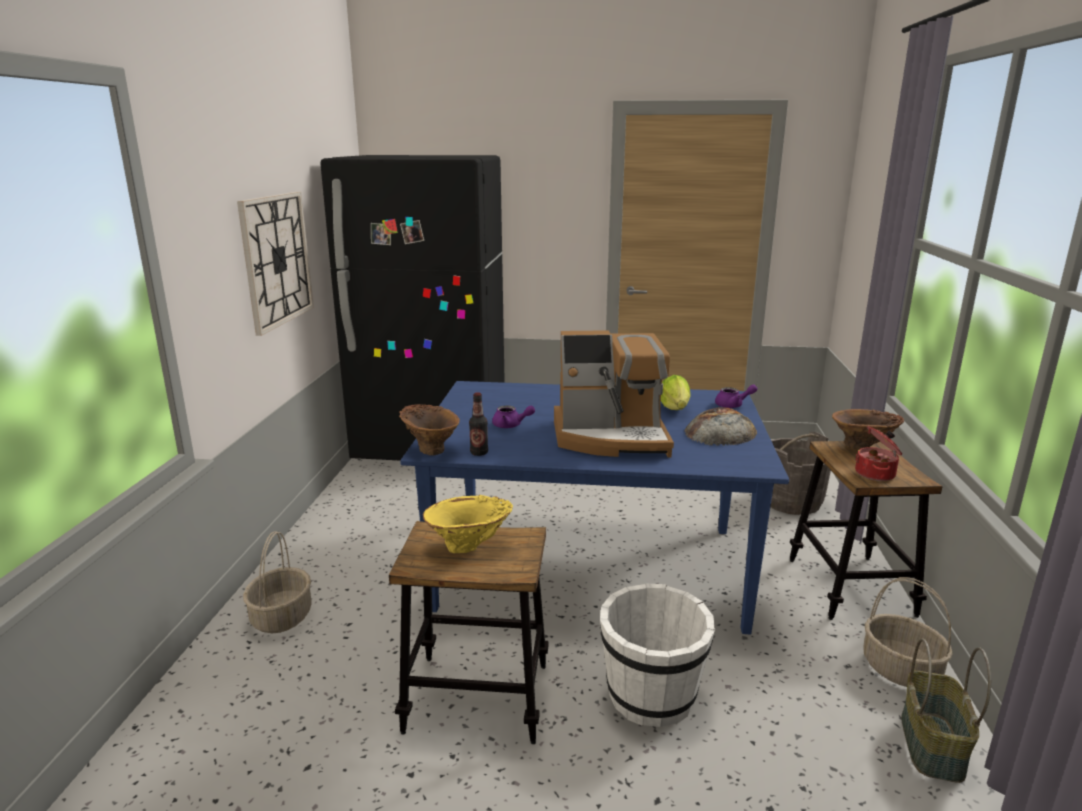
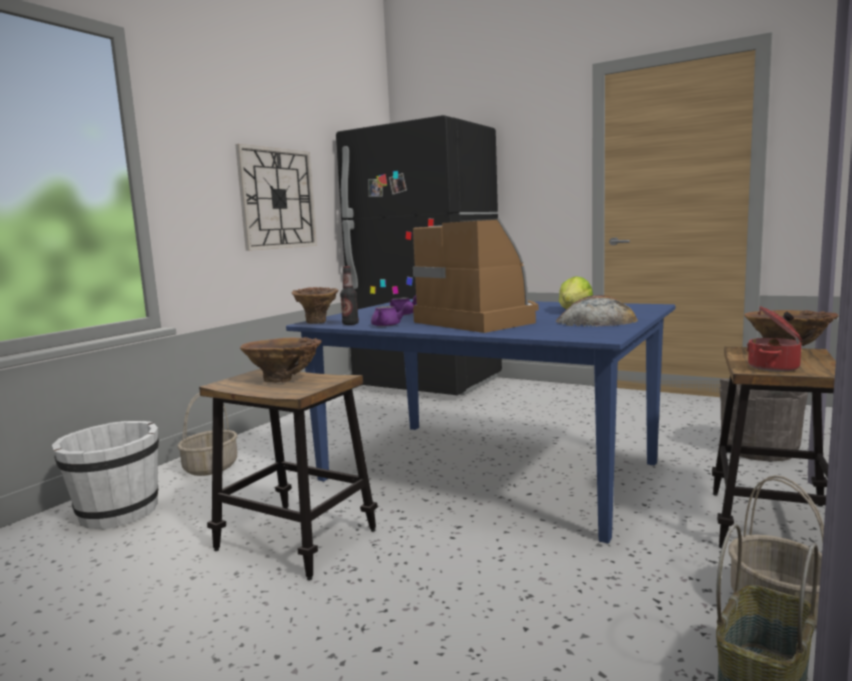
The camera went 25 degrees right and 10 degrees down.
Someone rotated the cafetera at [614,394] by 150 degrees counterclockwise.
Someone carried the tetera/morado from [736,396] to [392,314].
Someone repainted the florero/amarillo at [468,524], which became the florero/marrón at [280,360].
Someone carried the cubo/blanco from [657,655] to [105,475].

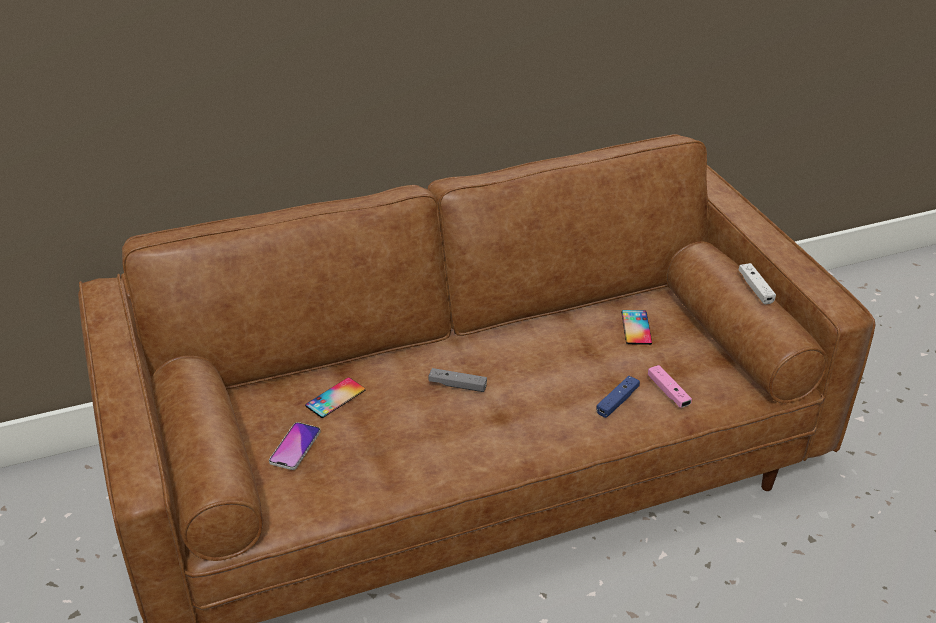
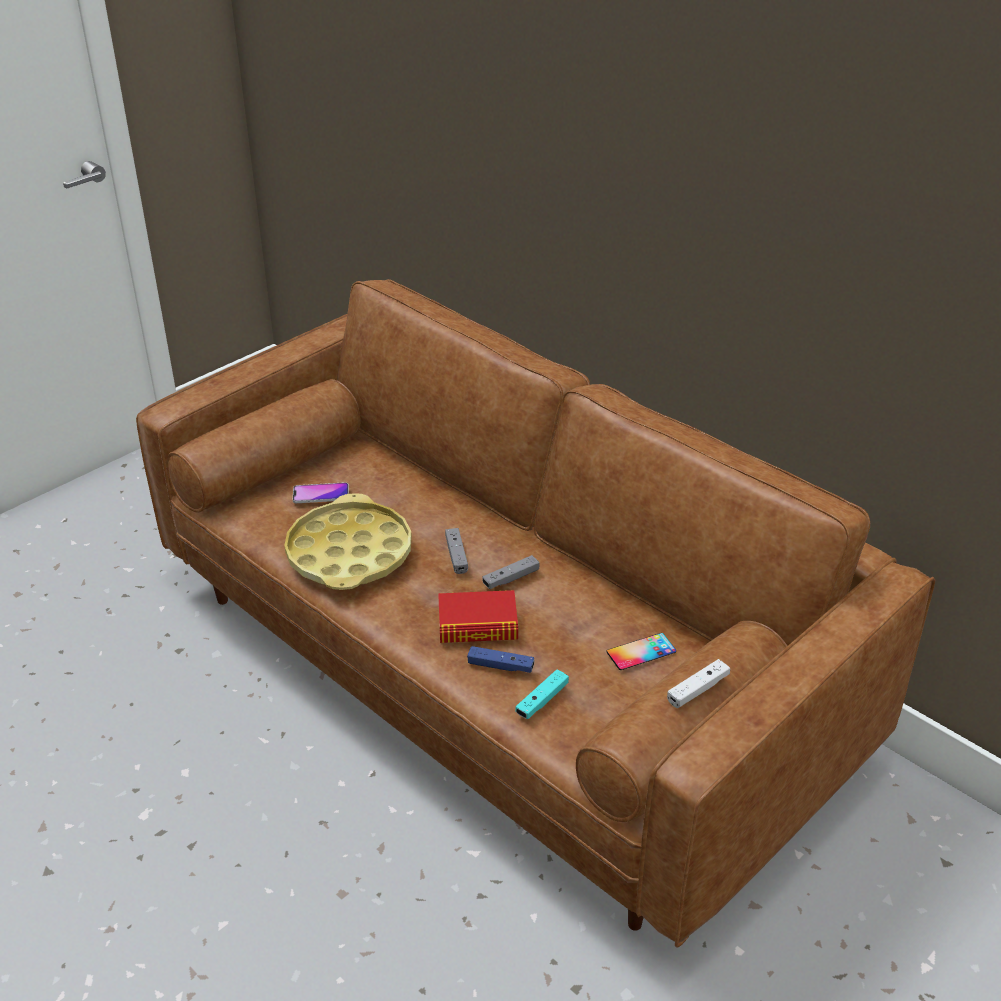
The camera went 65 degrees right and 0 degrees up.
Someone repainted the mando de consola/rosa at [670,386], which became the mando de consola/turquesa at [542,694].
Someone took away the móvil at [335,397].
Someone put down the bandeja/amarillo at [348,541].
Someone put down the mando de consola/gris at [511,572].
Someone put down the libro at [478,616].

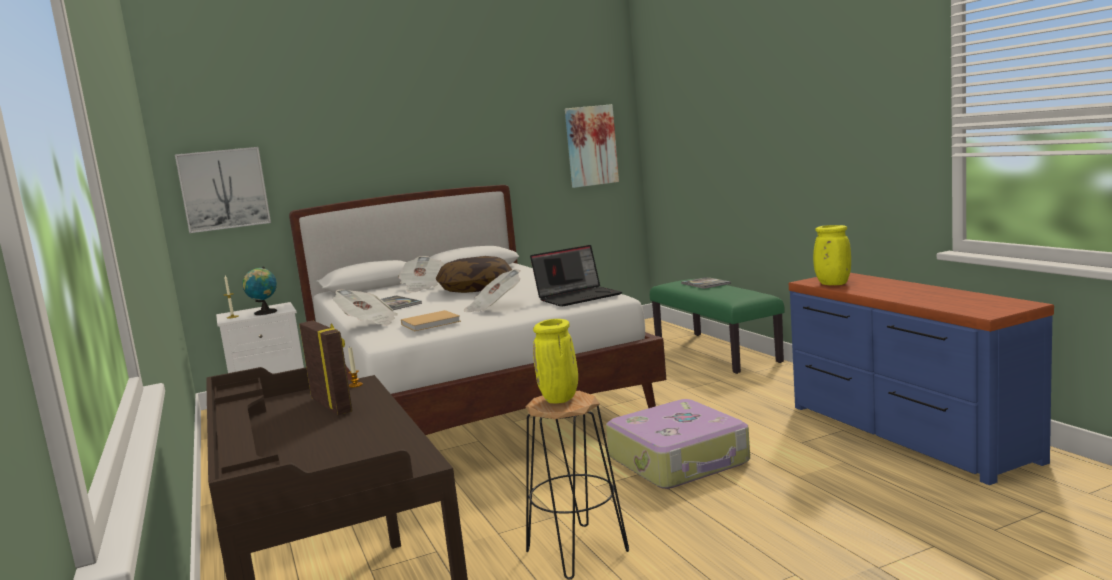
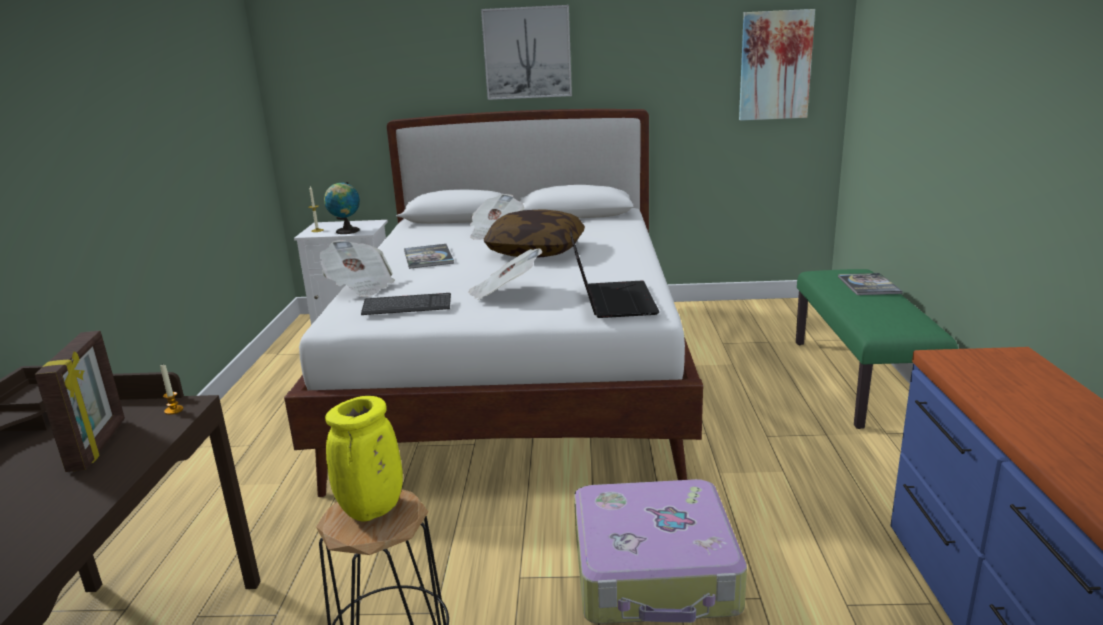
The camera went 25 degrees right and 10 degrees up.
Someone carried the cuadro from [223,190] to [526,52].
Someone took away the florero/amarillo at [832,255].
Someone rotated the portátil at [576,276] by 90 degrees counterclockwise.
Someone swapped the libro/beis at [431,320] for the teclado at [406,304].

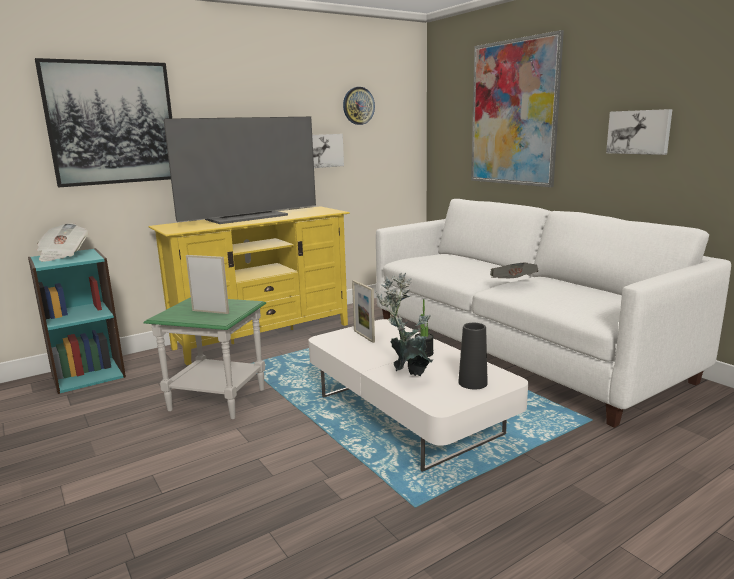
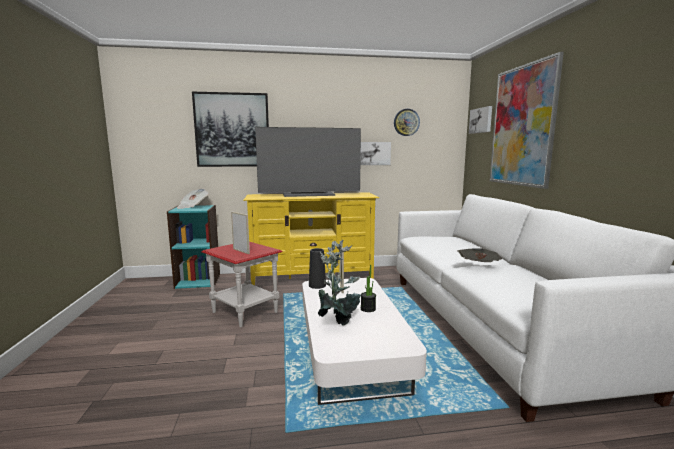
The camera went 25 degrees right and 5 degrees down.
Someone carried the cuadro from [639,132] to [480,120].
Someone repainted the mesa auxiliar/verde at [205,358], which became the mesa auxiliar/rojo at [242,284].
Someone carried the florero/negro from [473,356] to [317,268].

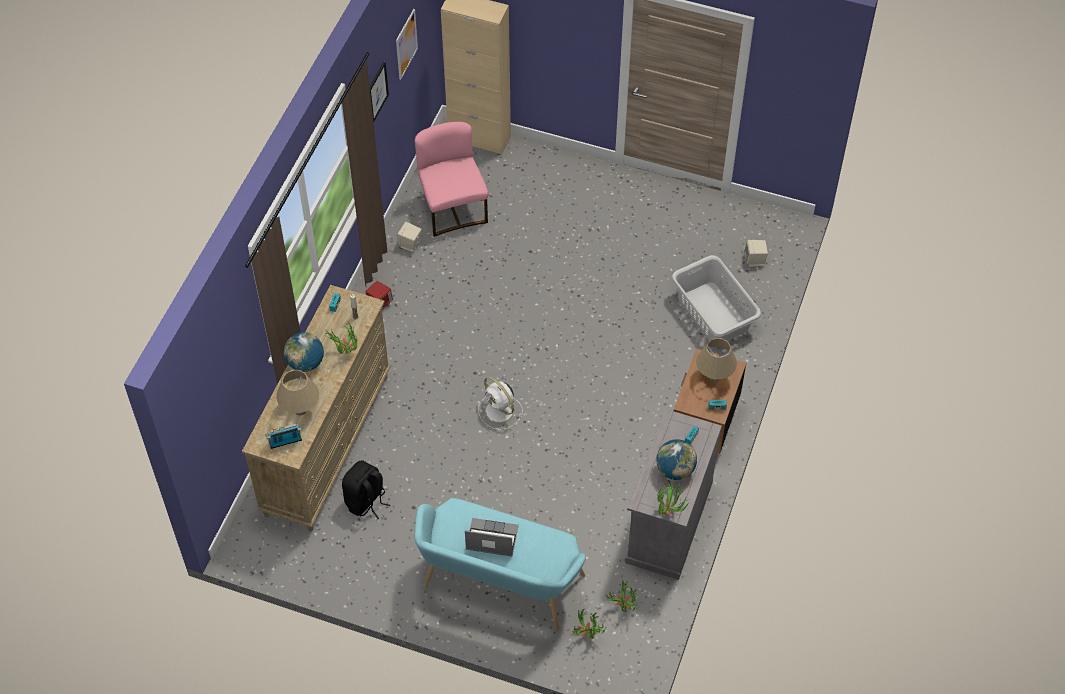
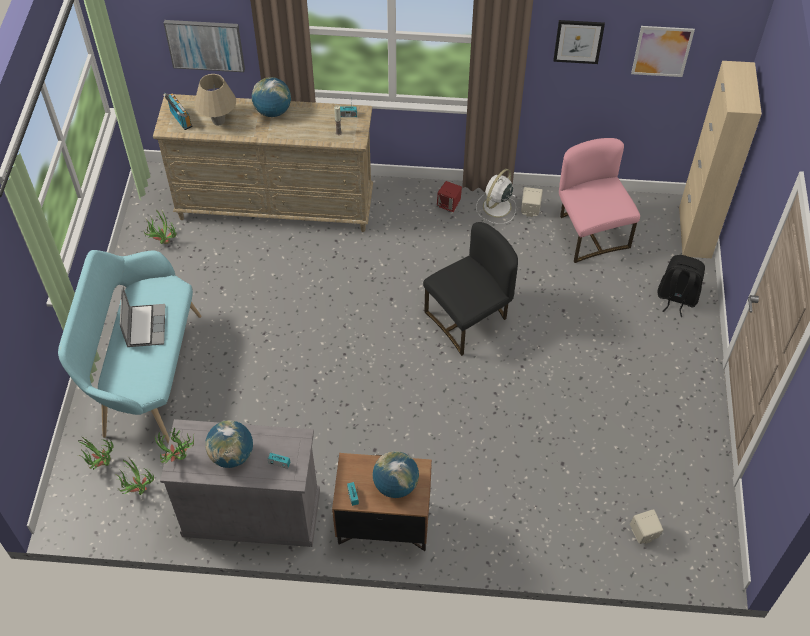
The camera went 75 degrees right and 0 degrees up.
Someone rotated the silla/rosa at [451,179] by 75 degrees counterclockwise.
Someone took away the cesto de la ropa/gris at [716,298].
Someone carried the planta en maceta from [341,339] to [159,227].
Someone swapped the lámpara de mesa/beis at [716,360] for the globo terráqueo at [396,474].
Someone carried the ventilador/blanco from [500,403] to [496,196].
Someone carried the mochila/negro from [366,489] to [681,286].
Someone put up the cuadro at [204,46].
Someone put down the silla/negro at [470,289].

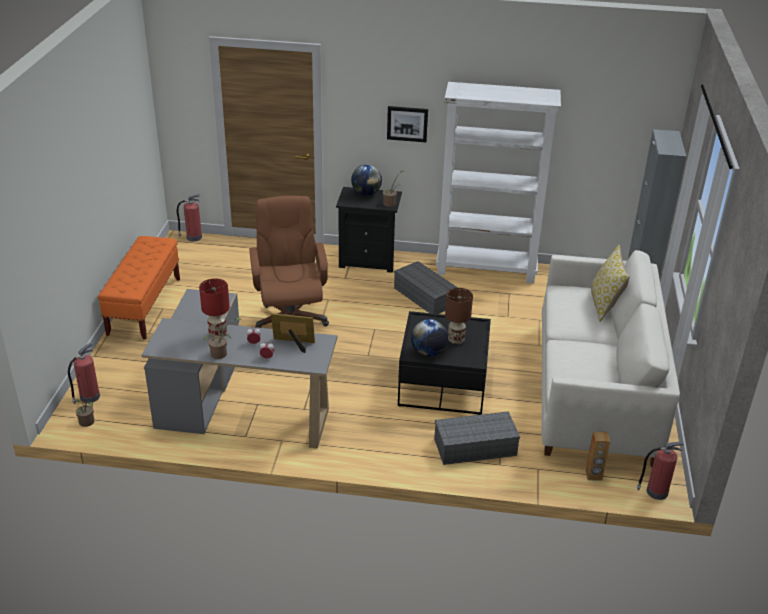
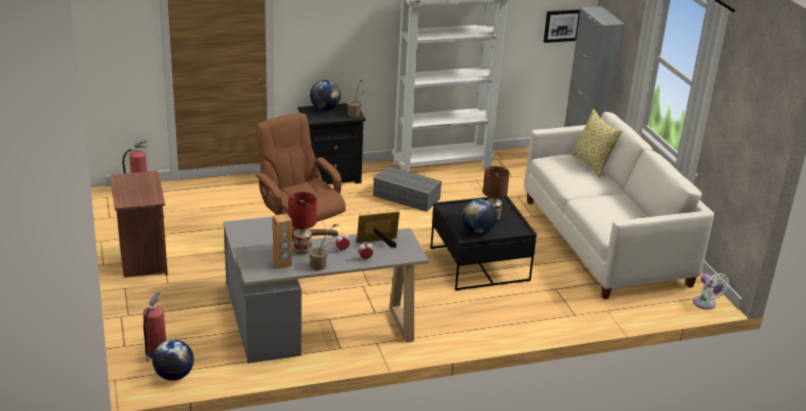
The camera went 25 degrees left and 5 degrees down.
Someone carried the cuadro from [407,124] to [561,26].
Someone swapped the banco/naranja at [139,288] for the mesita de noche/marrón at [139,224].
Someone swapped the planta en maceta at [84,413] for the globo terráqueo at [173,360].
Someone took away the caja de almacenaje/gris at [477,438].
Someone carried the altavoz/marrón from [598,456] to [282,241].
Someone swapped the extintor at [660,470] for the ventilador/blanco at [711,291].

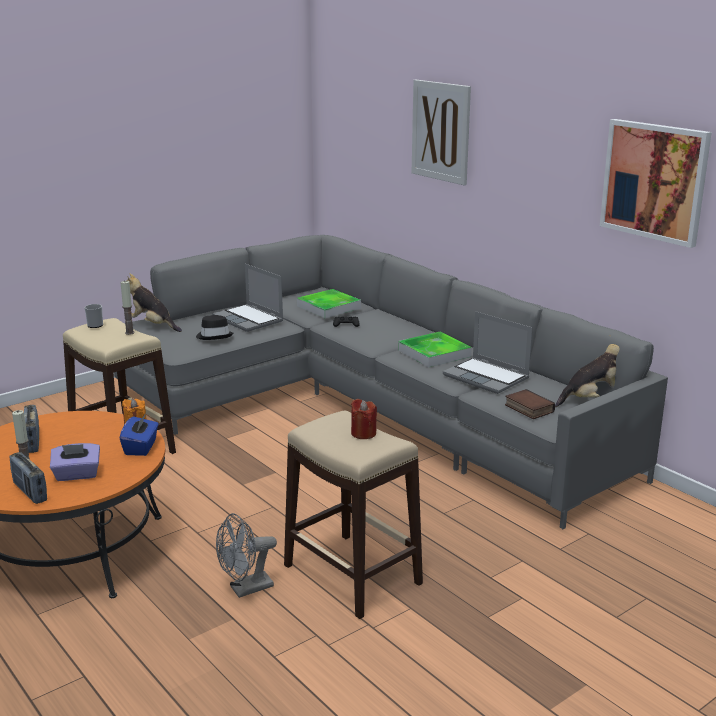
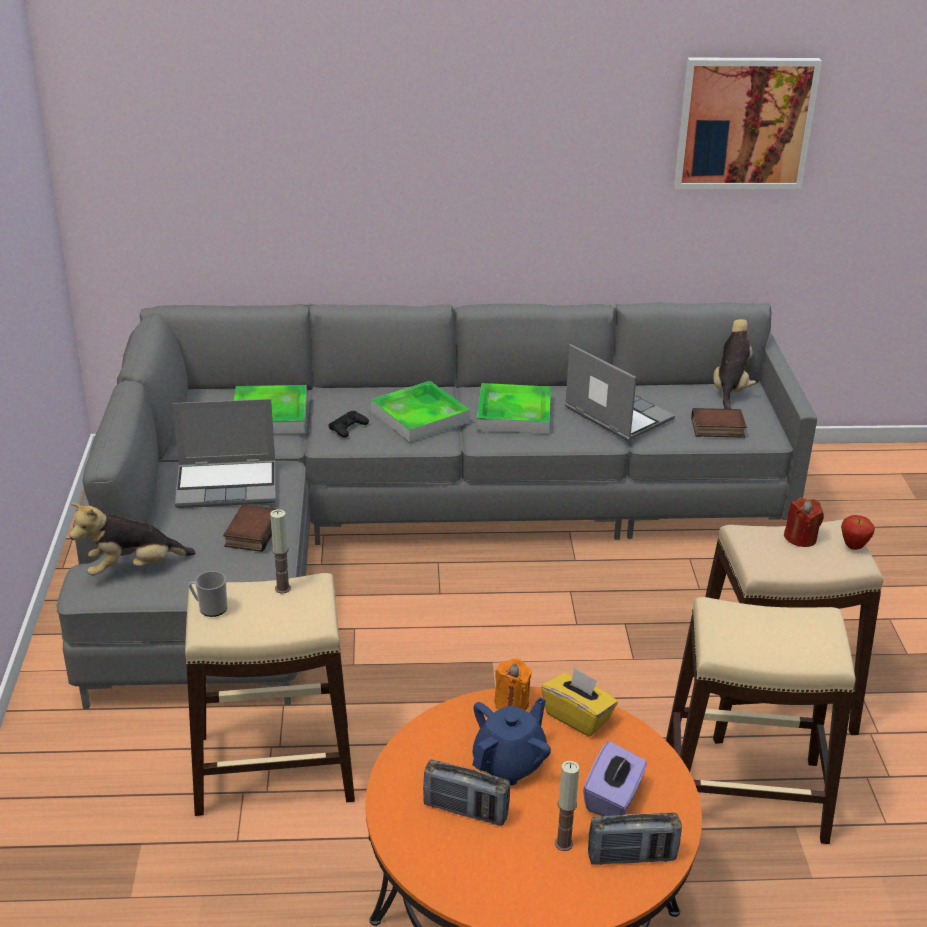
The camera went 55 degrees left and 10 degrees up.
Someone took away the cuadro at [441,132].
Someone rotated the portátil at [488,352] by 120 degrees counterclockwise.
Someone swapped the sombrero/negro at [215,327] for the libro at [250,528].
Someone repainted the caja de pañuelos/azul at [139,434], which became the caja de pañuelos/amarillo at [579,702].
Someone swapped the ventilador/gris at [246,555] for the taburete/beis at [761,720].
Someone put down the bandeja at [420,411].
Someone put down the manzana at [858,532].
Someone put down the tetera/azul at [511,741].

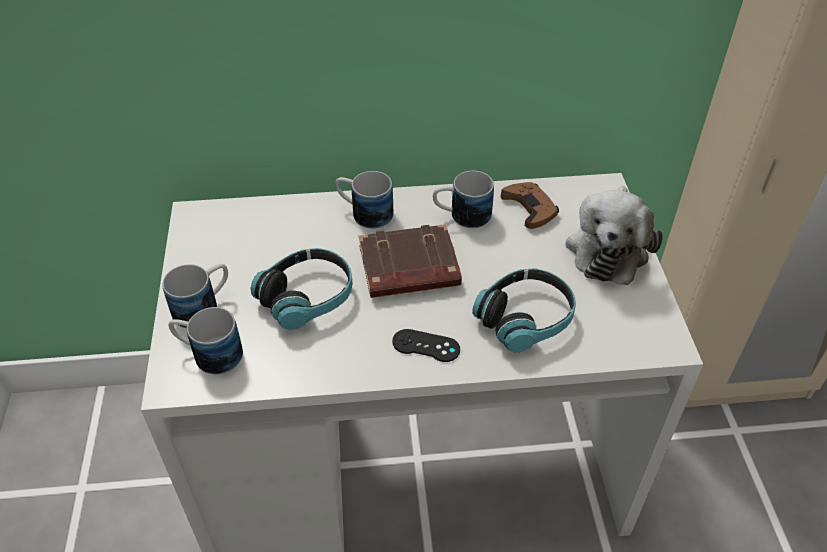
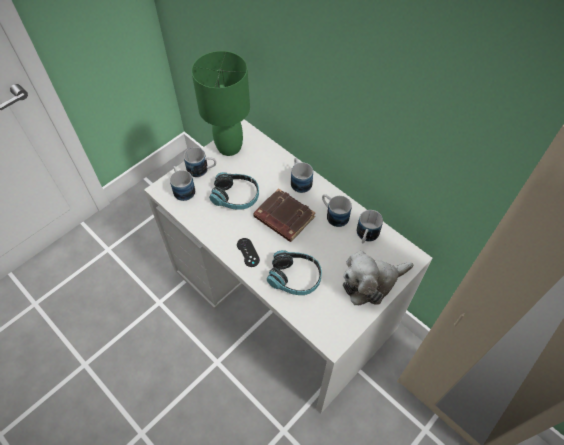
The camera went 50 degrees right and 10 degrees up.
Someone swapped the mando de consola/marrón at [530,205] for the taza grande at [370,226].
Someone put down the lámpara de mesa/verde at [221,103].

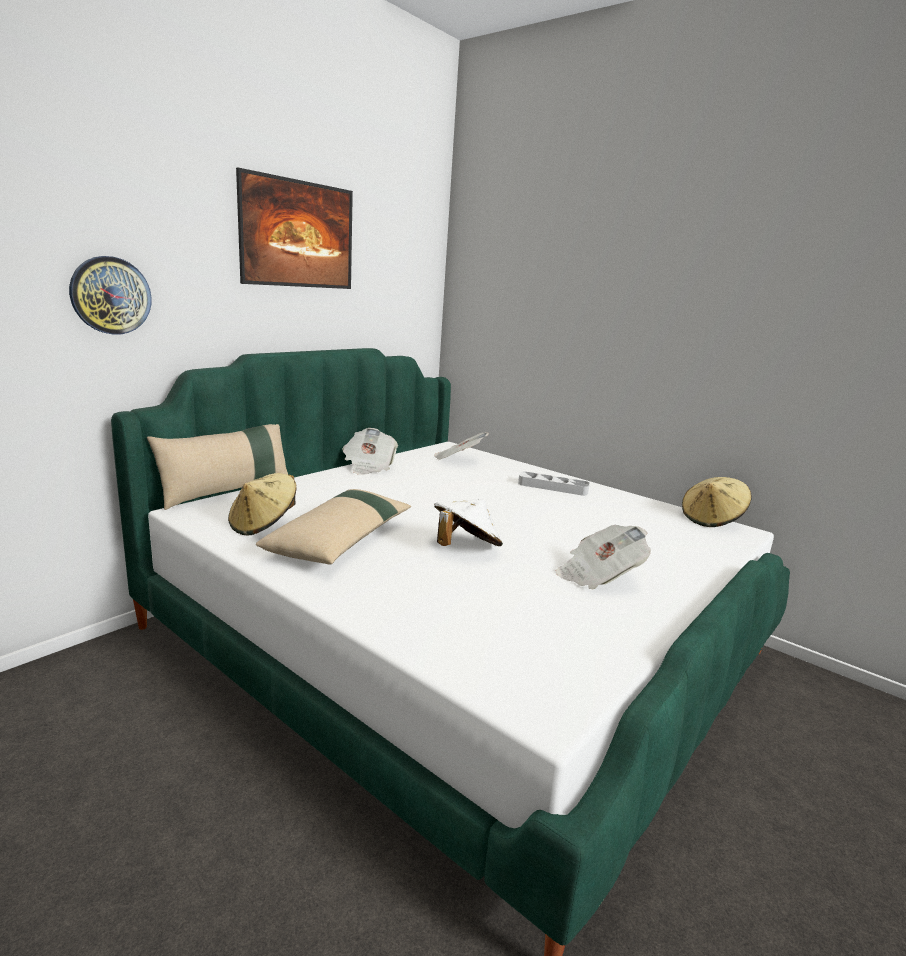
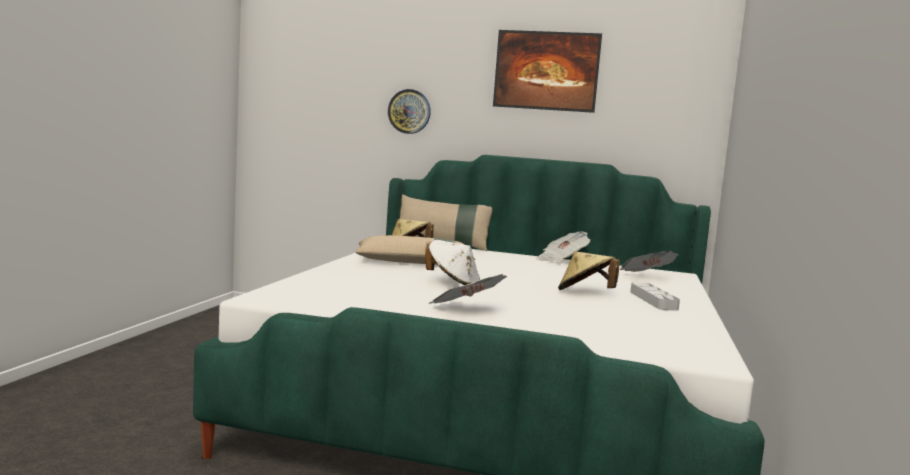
The camera went 65 degrees right and 10 degrees down.
Someone carried the sombrero/beis from [717,502] to [589,271].

